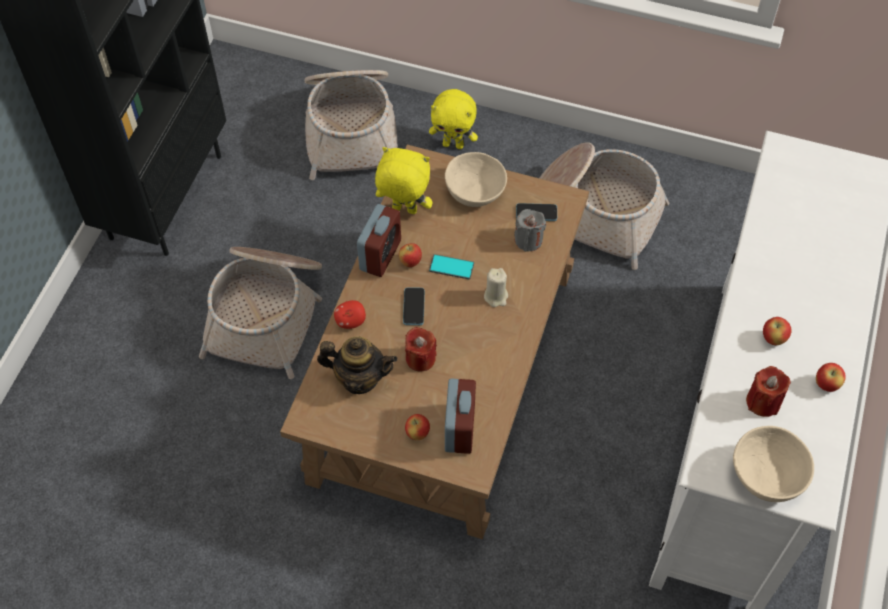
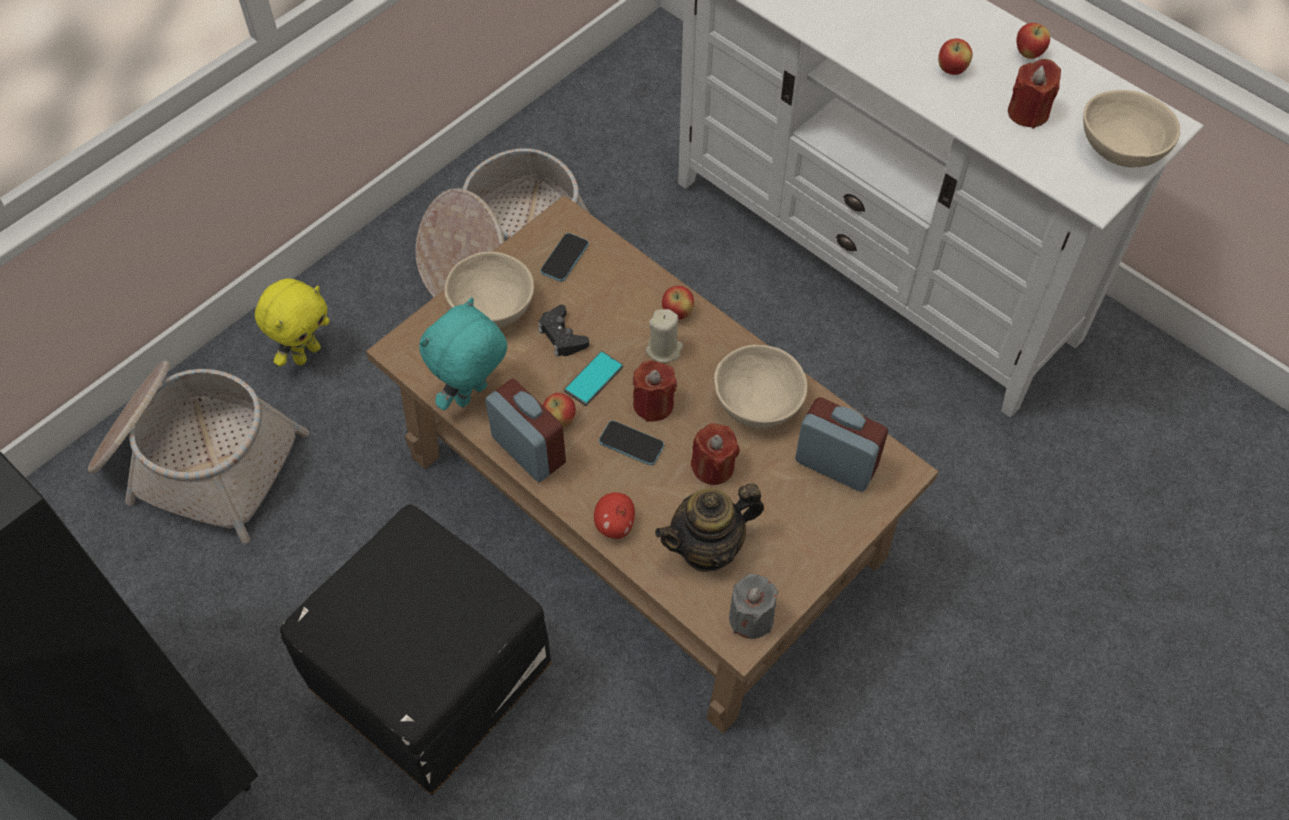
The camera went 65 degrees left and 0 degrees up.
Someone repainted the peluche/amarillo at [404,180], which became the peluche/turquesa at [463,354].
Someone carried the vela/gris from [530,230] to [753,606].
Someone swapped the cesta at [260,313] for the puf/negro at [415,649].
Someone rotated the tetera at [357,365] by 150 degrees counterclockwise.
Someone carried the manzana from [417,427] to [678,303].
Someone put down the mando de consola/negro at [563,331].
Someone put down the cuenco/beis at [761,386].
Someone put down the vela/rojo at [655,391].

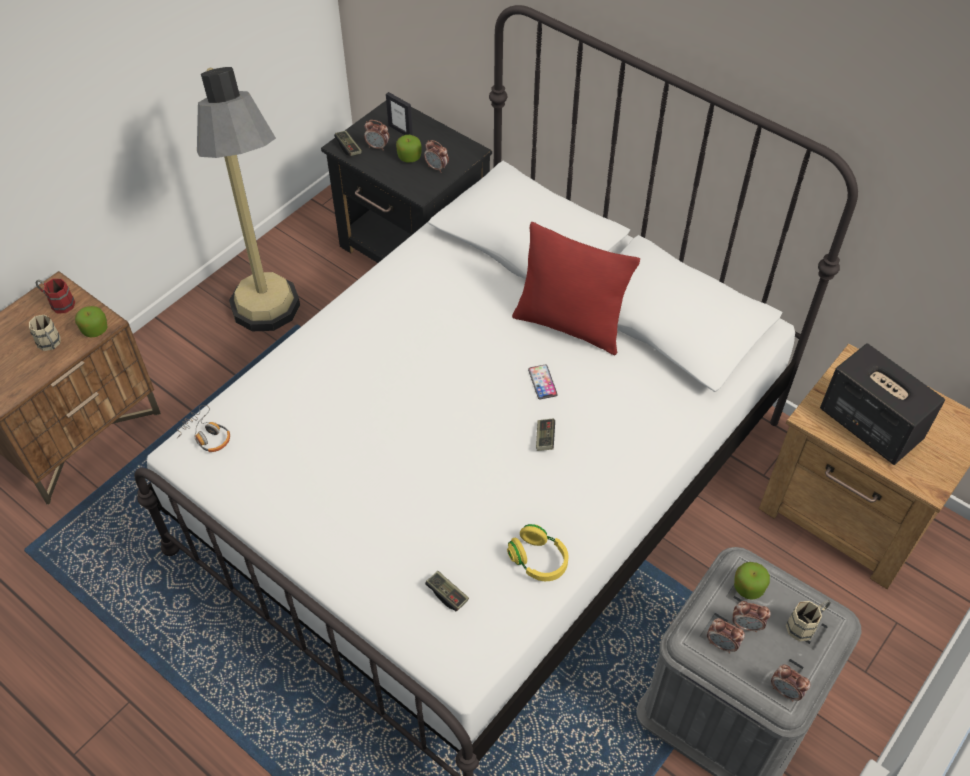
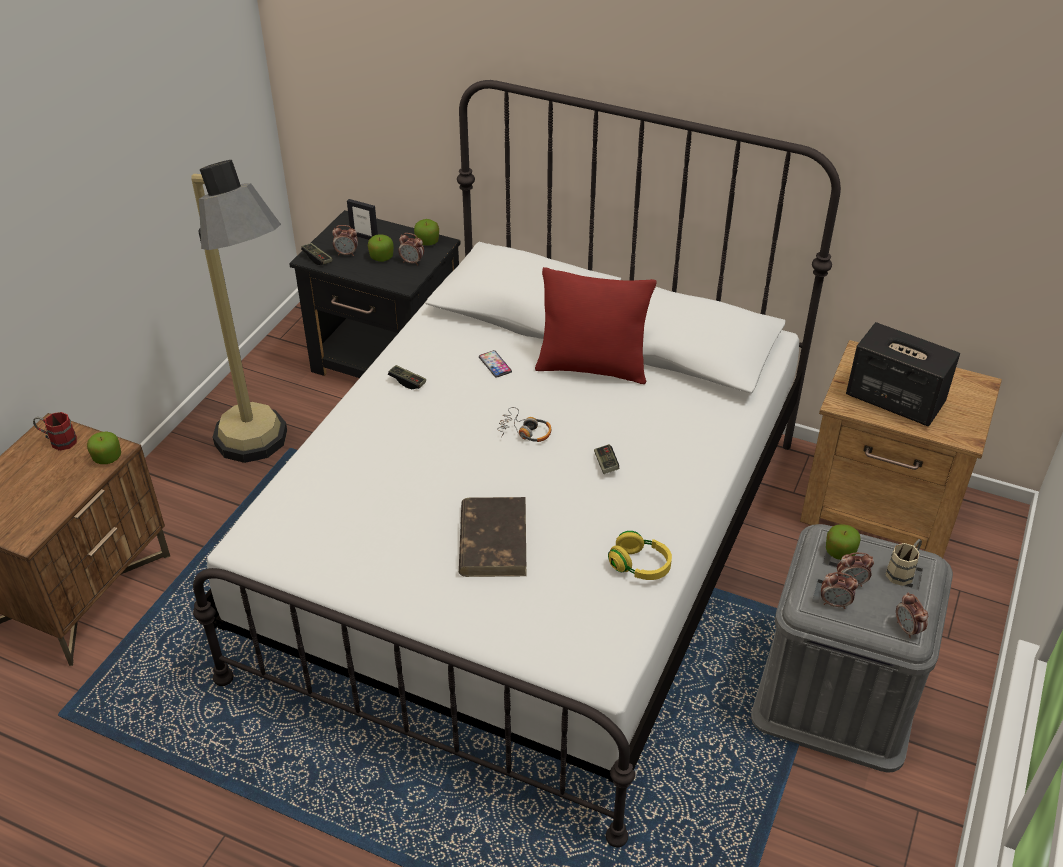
The camera went 15 degrees left and 10 degrees down.
Someone took away the taza grande/beis at [45,333].
Someone carried the móvil from [543,382] to [495,364].
Someone carried the auriculares from [203,428] to [524,424].
Someone carried the mando de consola from [447,591] to [407,377].
Someone rotated the despertador at [790,682] by 45 degrees clockwise.
Someone put down the manzana at [426,232].
Someone put down the libro/marrón at [492,537].

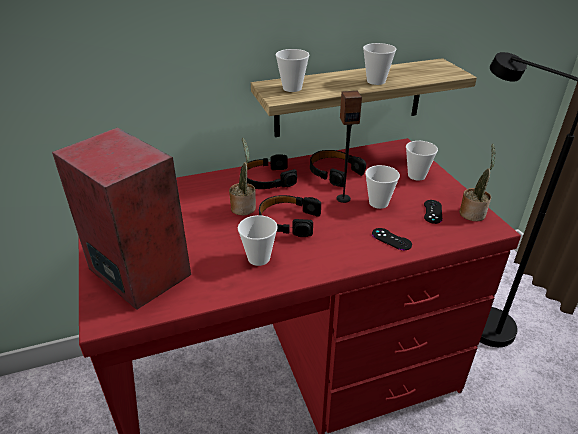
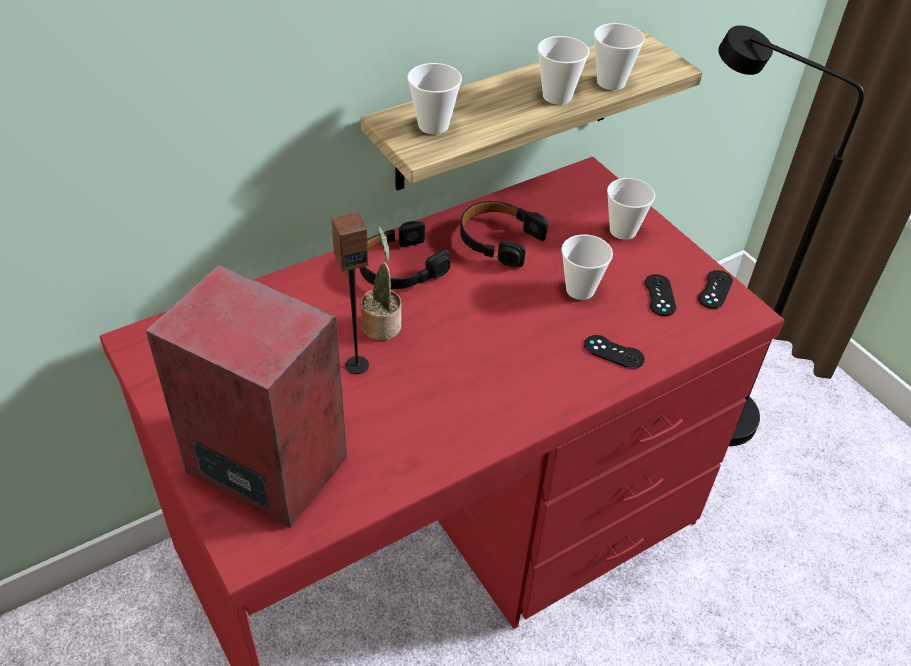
The camera went 15 degrees left and 10 degrees up.
Someone carried the altavoz from [349,147] to [350,293].
Someone swapped the planta en maceta at [477,182] for the mando de consola/negro at [715,289].
Someone took away the auriculares/negro at [290,216].
Someone carried the taza from [258,240] to [619,56].

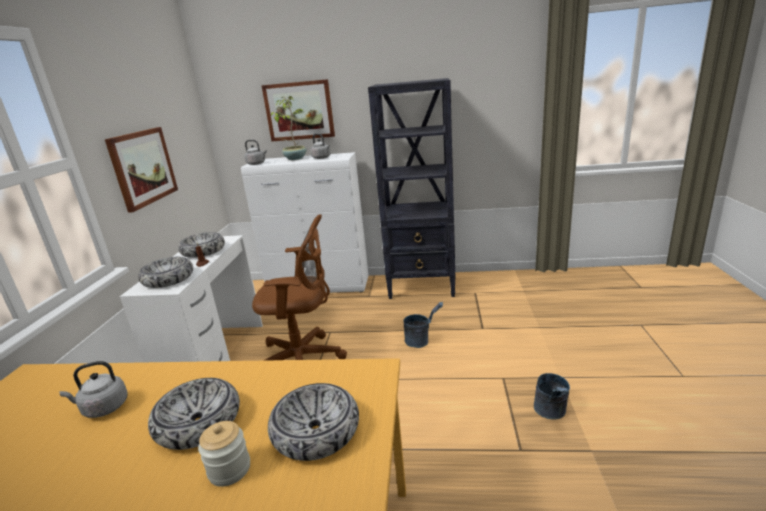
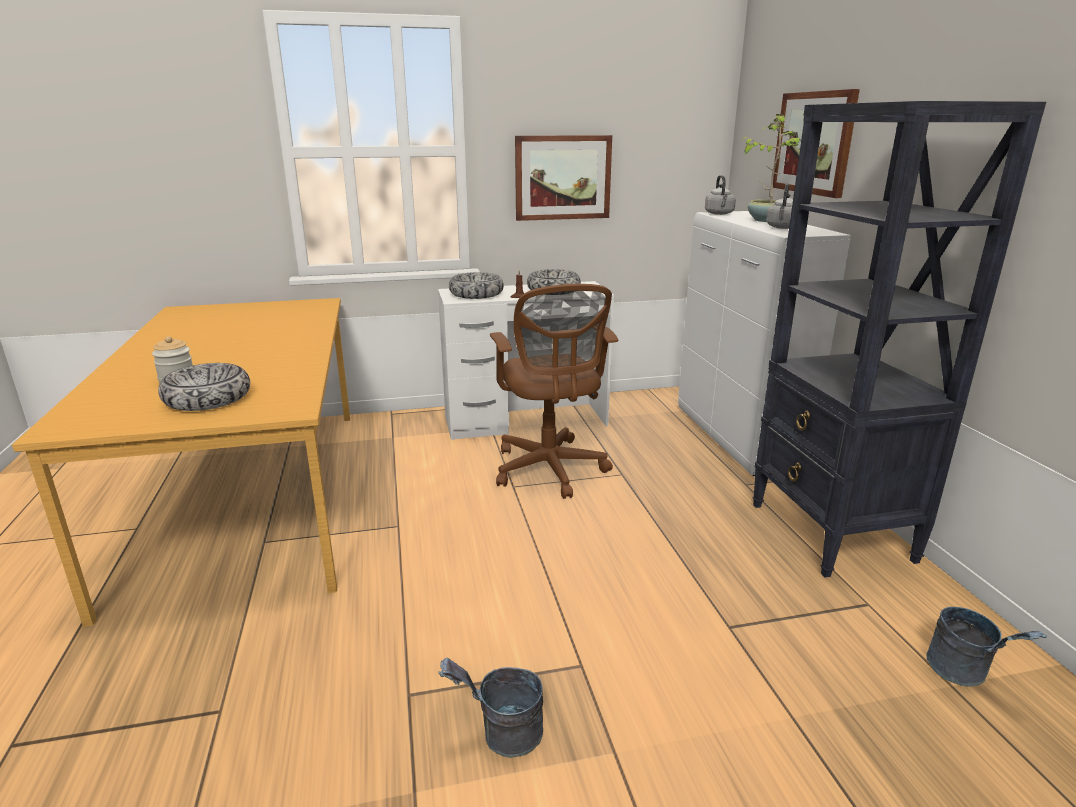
The camera went 70 degrees right and 0 degrees up.
Someone carried the cubo/gris from [423,325] to [986,647].
Someone took away the hervidor/gris at [93,389].
Someone took away the cuenco at [194,414].

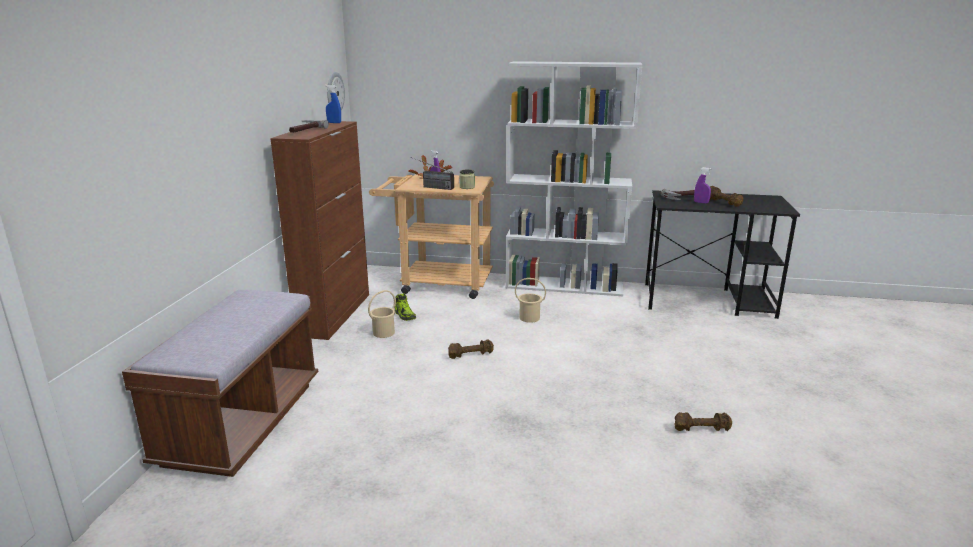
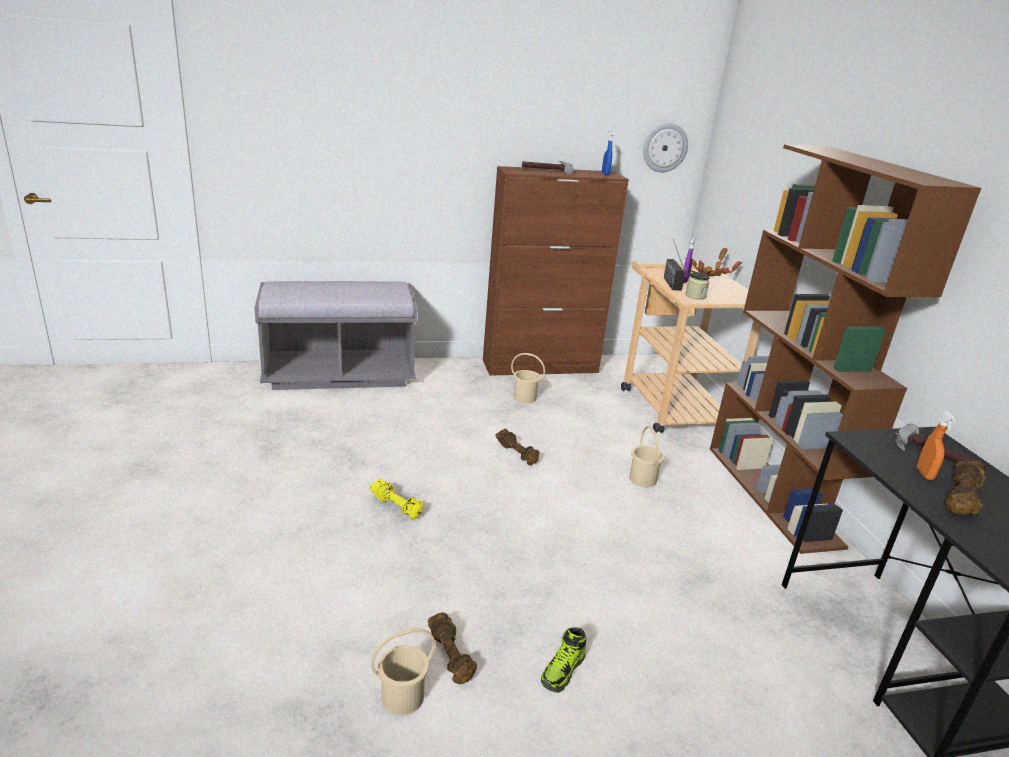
The camera went 65 degrees right and 5 degrees up.
Someone repainted the estantería/blanco at [574,178], which became the estantería/marrón at [845,349].
Someone repainted the pulverizador/morado at [703,185], which became the pulverizador/naranja at [936,445].
Someone repainted the banco/marrón at [220,383], which became the banco/gris at [336,335].
Someone carried the zapato from [405,307] to [563,660].
Someone put down the mancuerna/amarillo at [396,499].
Someone put down the cubo/beis at [403,671].

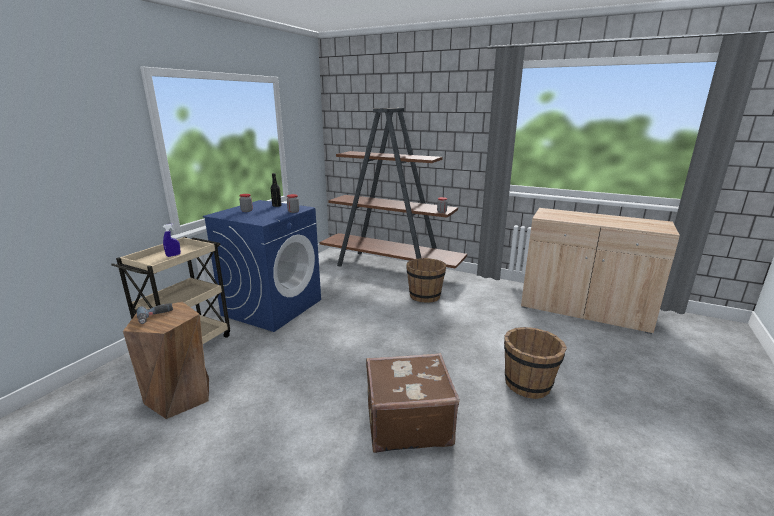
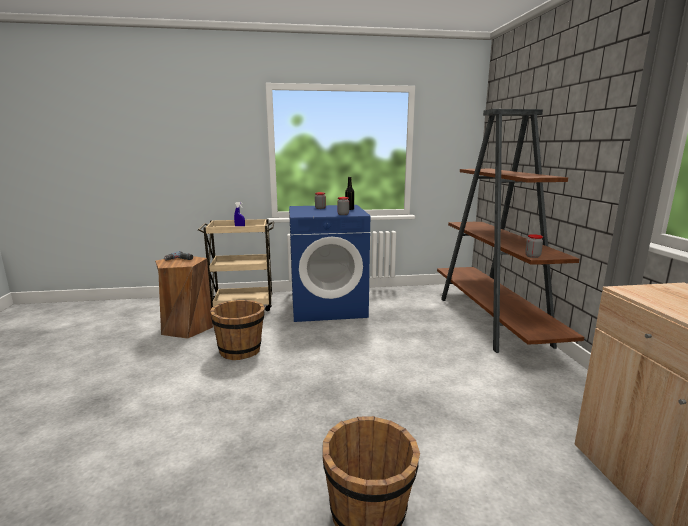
The camera went 55 degrees right and 5 degrees down.
Someone carried the cubo/marrón from [426,280] to [237,330].
Someone took away the maleta/marrón at [413,403].

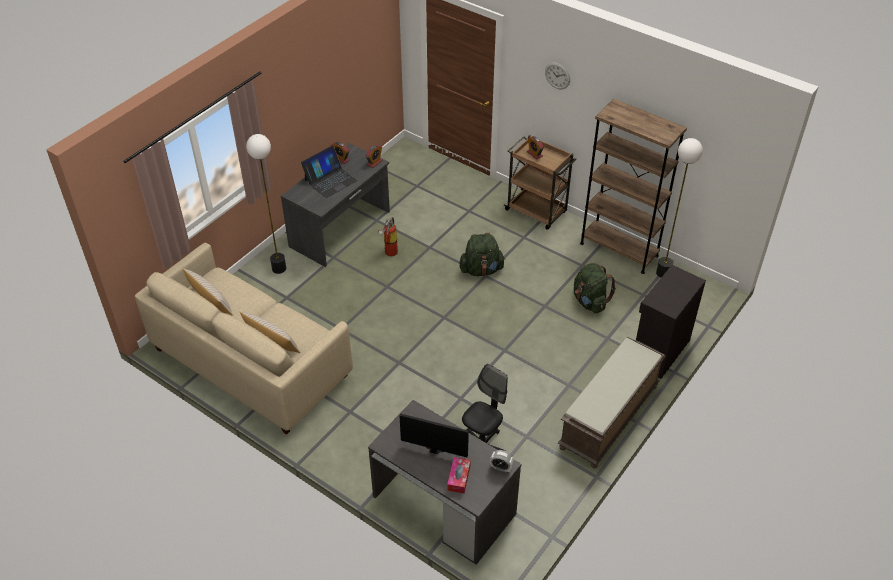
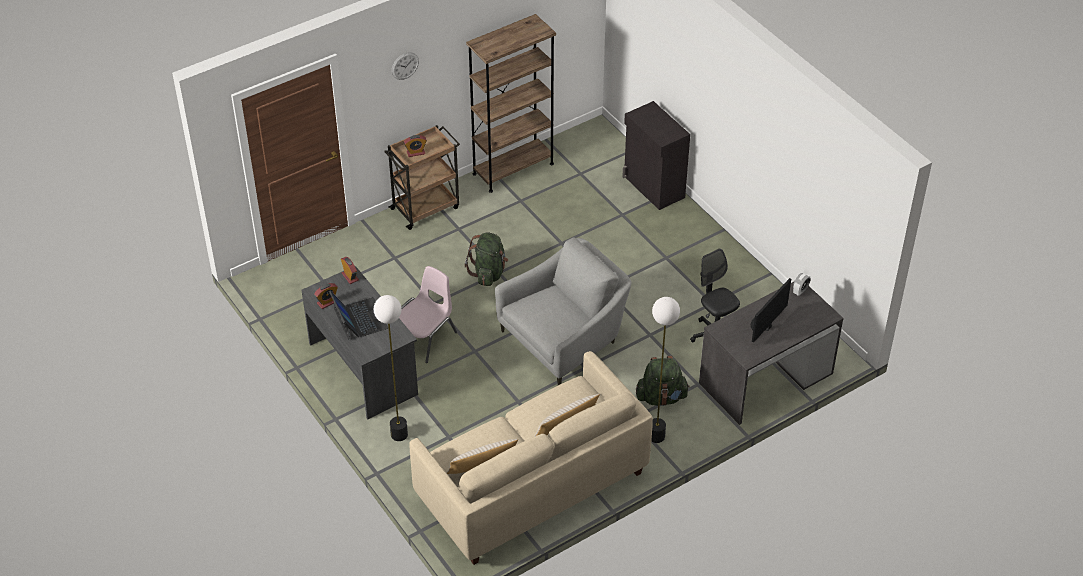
The camera went 70 degrees left and 0 degrees up.
Someone carried the lámpara de pie from [679,207] to [665,370].
Someone swapped the extintor at [388,237] for the silla/rosa at [428,314].
Someone carried the mochila/verde from [595,288] to [663,381].
Someone took away the banco/marrón at [612,402].
Someone took away the caja de pañuelos at [459,475].
Someone put down the sillón/gris at [563,311].

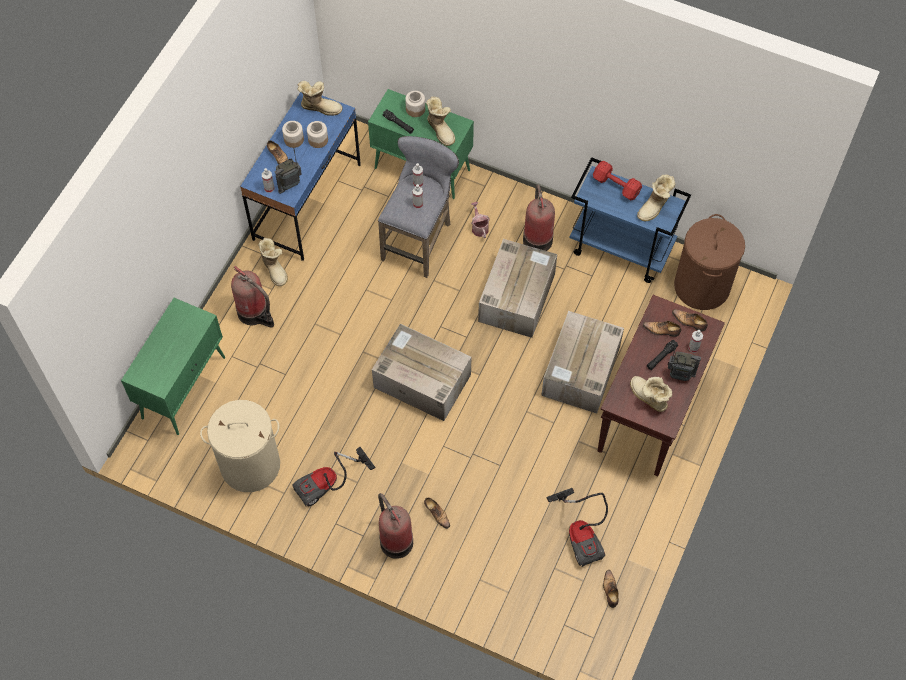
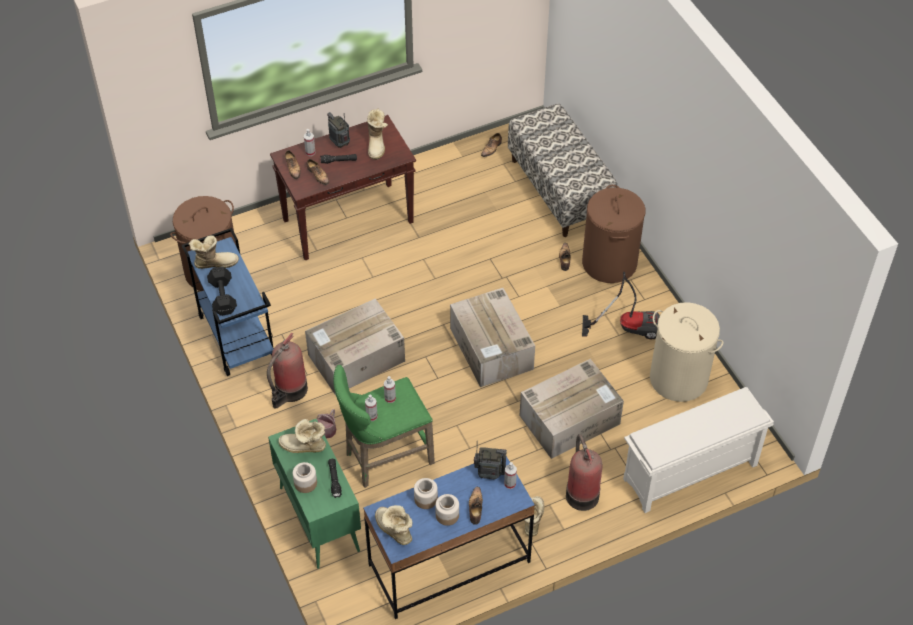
The camera went 140 degrees left and 10 degrees down.
Someone rotated the bota at [440,121] by 90 degrees counterclockwise.
Someone repainted the taburete/gris at [418,207], which became the taburete/verde at [384,426].
Someone repainted the mancuerna/rojo at [617,180], which became the mancuerna/negro at [222,291].
Someone swapped the armario/verde at [173,366] for the zapatero/blanco at [698,450].
Someone carried the caja de cartón from [582,362] to [572,409].
Someone took away the aspiradora at [577,527].
Someone swapped the extintor at [395,526] for the cesto de la ropa/marrón at [613,234].
Someone put down the banco at [562,170].

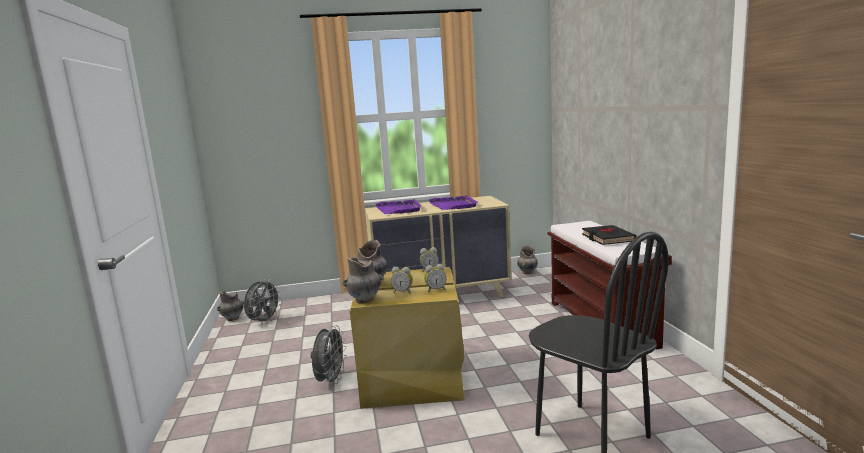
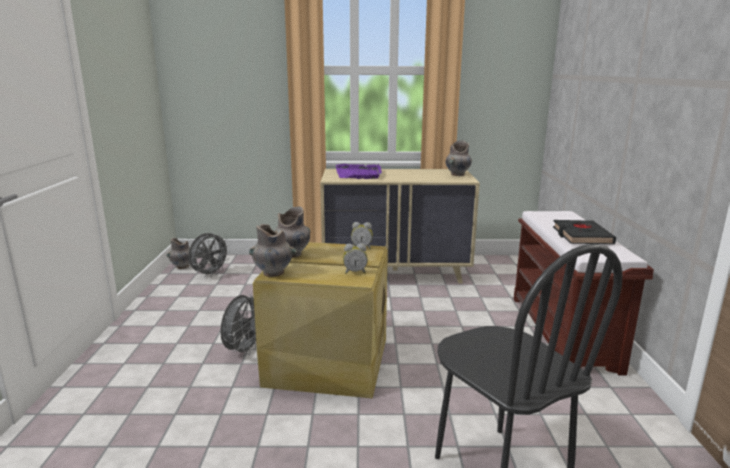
The camera went 10 degrees right and 5 degrees up.
Someone took away the bandeja/morado at [453,202].
Someone carried the florero/gris from [527,259] to [459,158].
Someone took away the despertador at [402,280].

